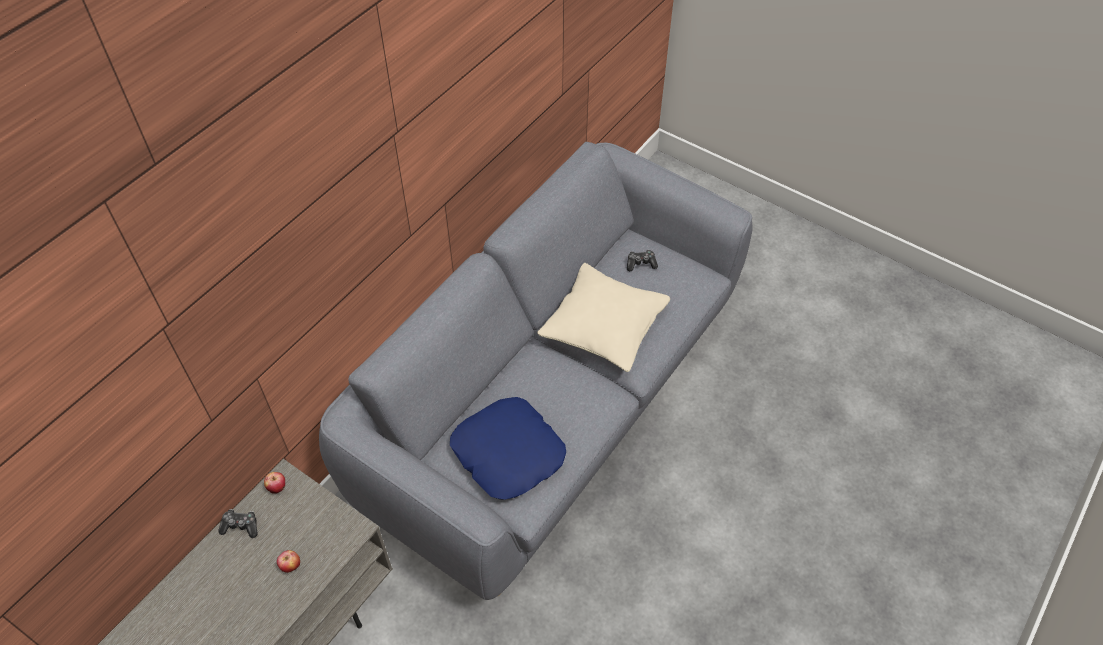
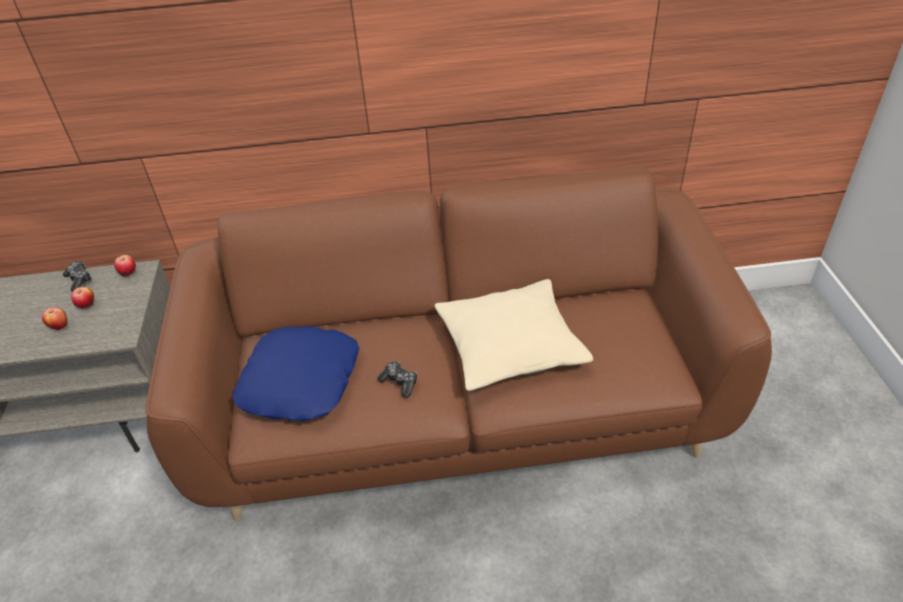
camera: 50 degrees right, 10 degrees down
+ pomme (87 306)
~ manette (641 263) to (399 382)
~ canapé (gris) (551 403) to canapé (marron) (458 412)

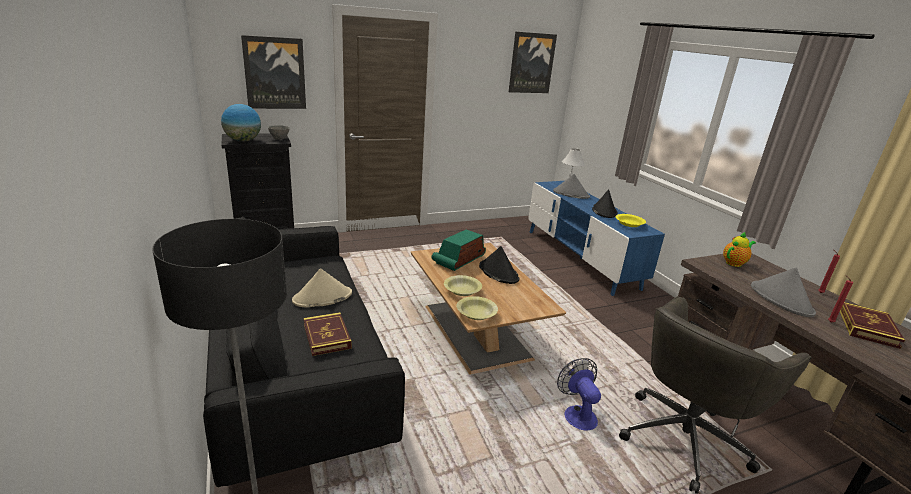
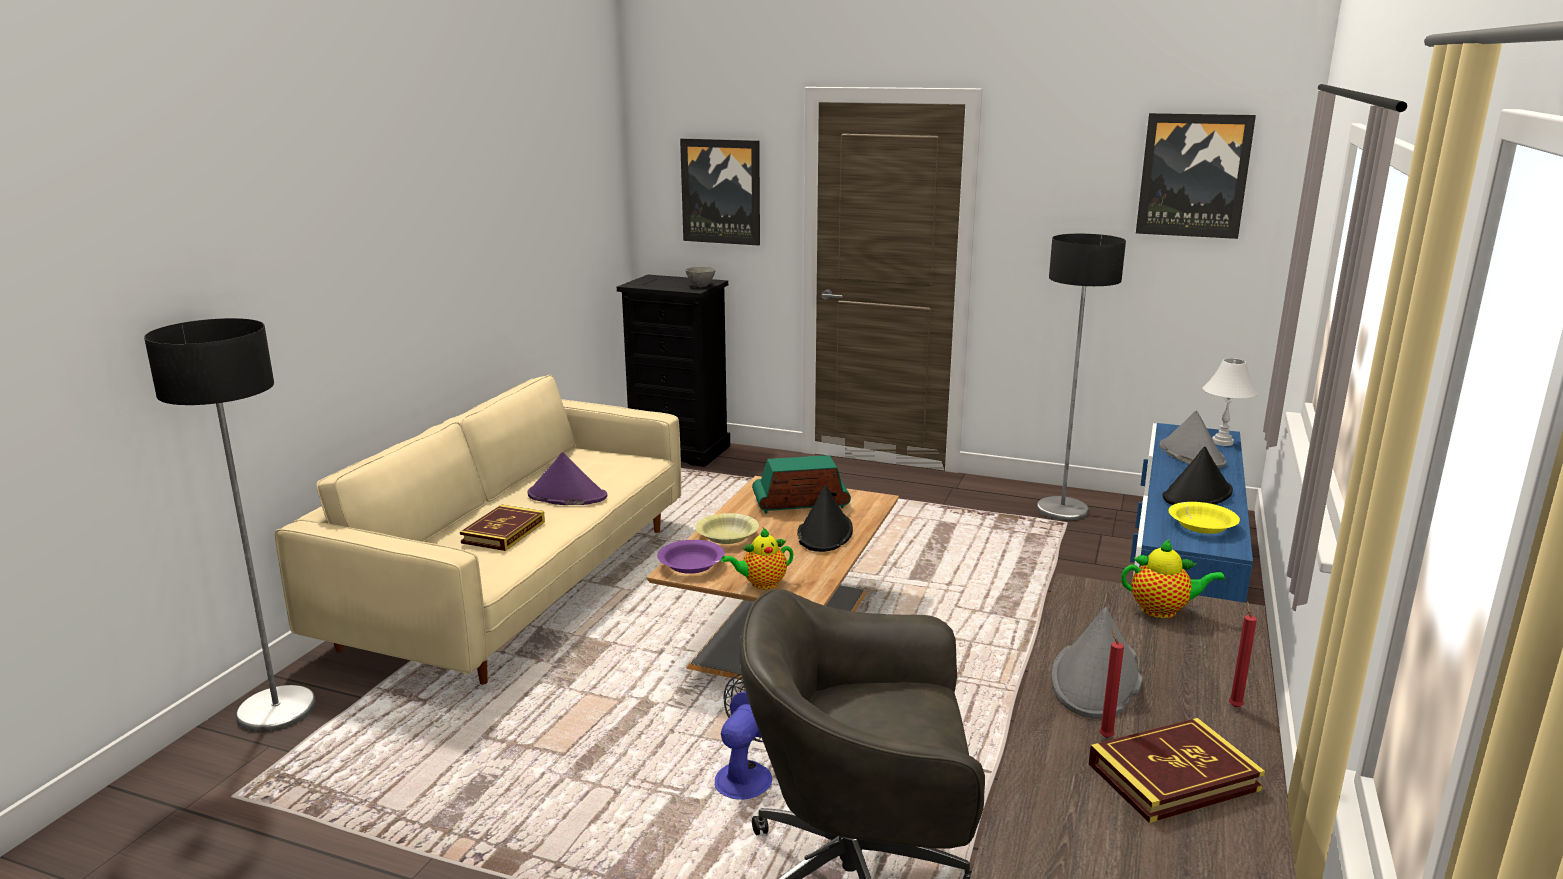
camera: 45 degrees right, 5 degrees down
- globe (243 141)
+ théière (761 584)
+ lampadaire (1062 510)
~ canapé (noir) (297 369) to canapé (beige) (517 585)
~ chapeau (beige) (322 297) to chapeau (violet) (566 496)
~ bol (jaune) (476 314) to bol (violet) (691 565)

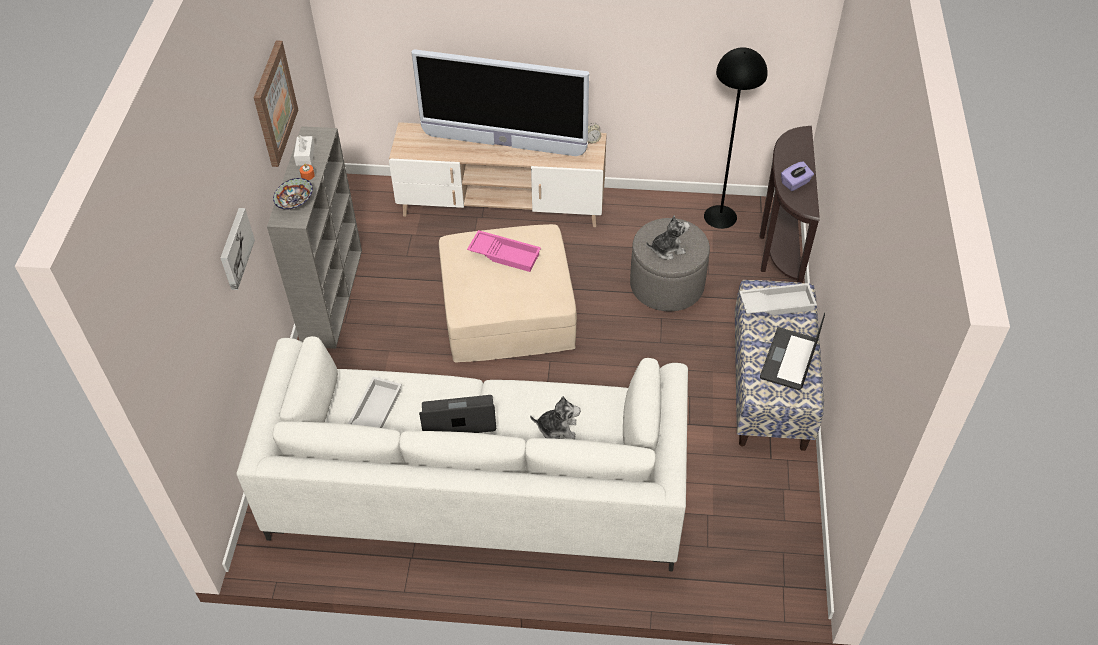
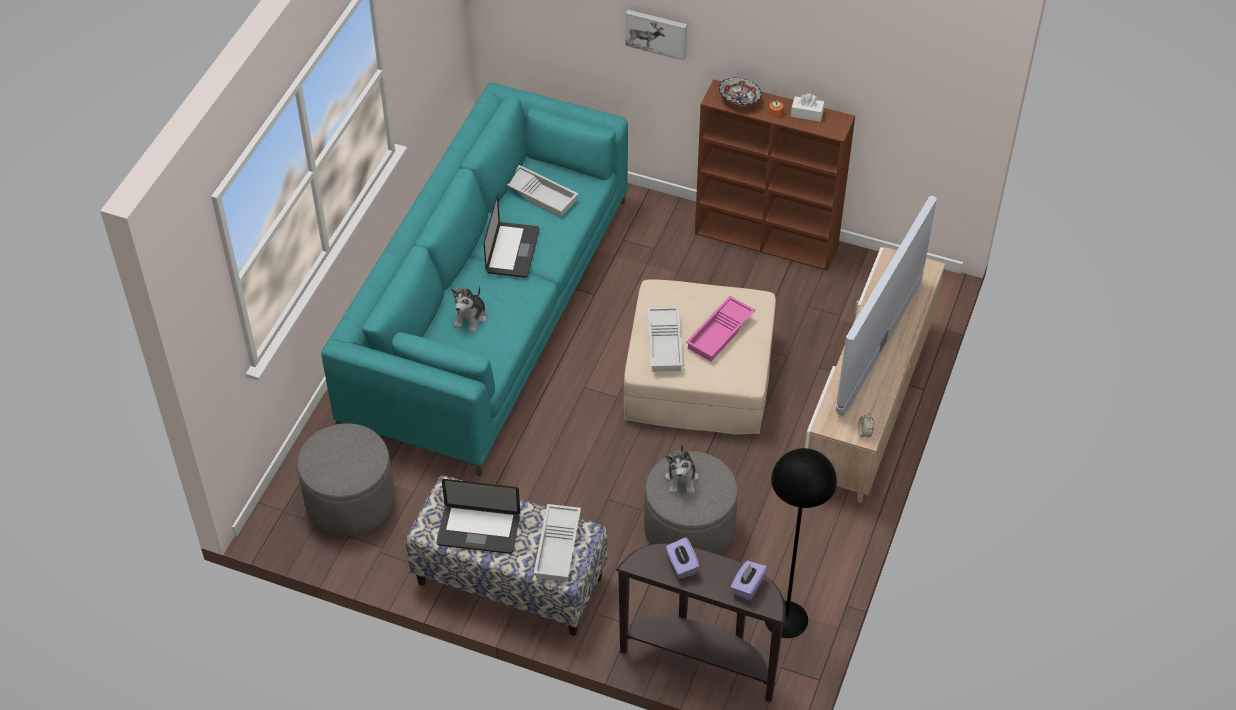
camera: 105 degrees right, 0 degrees up
- tableau (273 103)
+ pouf (gris) (350 501)
+ plateau (blanc) (665 343)
+ boîte à mouchoirs (violet) (747 586)
~ canapé (blanc) (477 486) to canapé (turquoise) (489 311)
~ bibliothèque (gris) (332 295) to bibliothèque (marron) (767 240)
~ ordinateur portable (789 359) = (478 530) 150 degrees clockwise

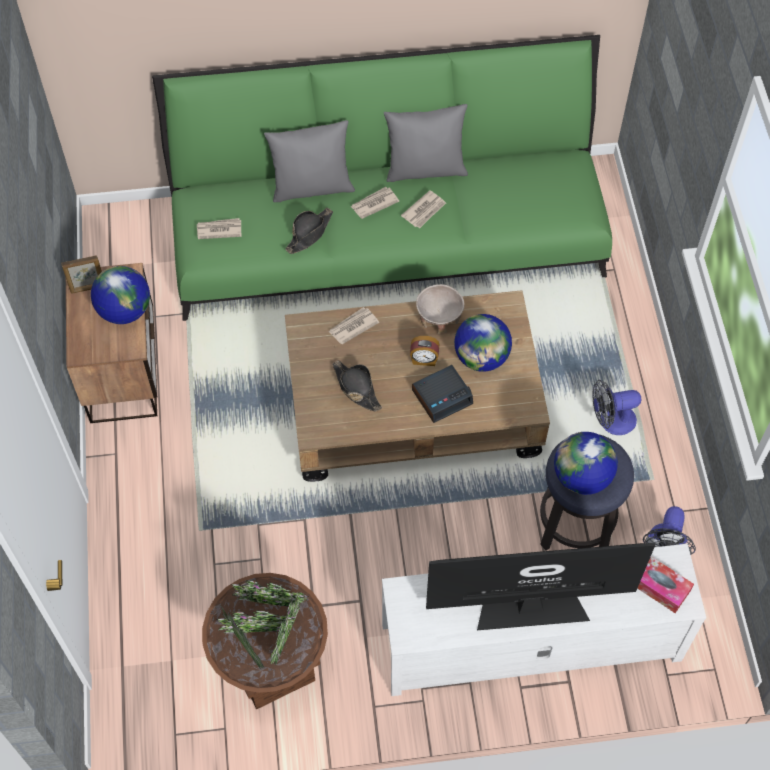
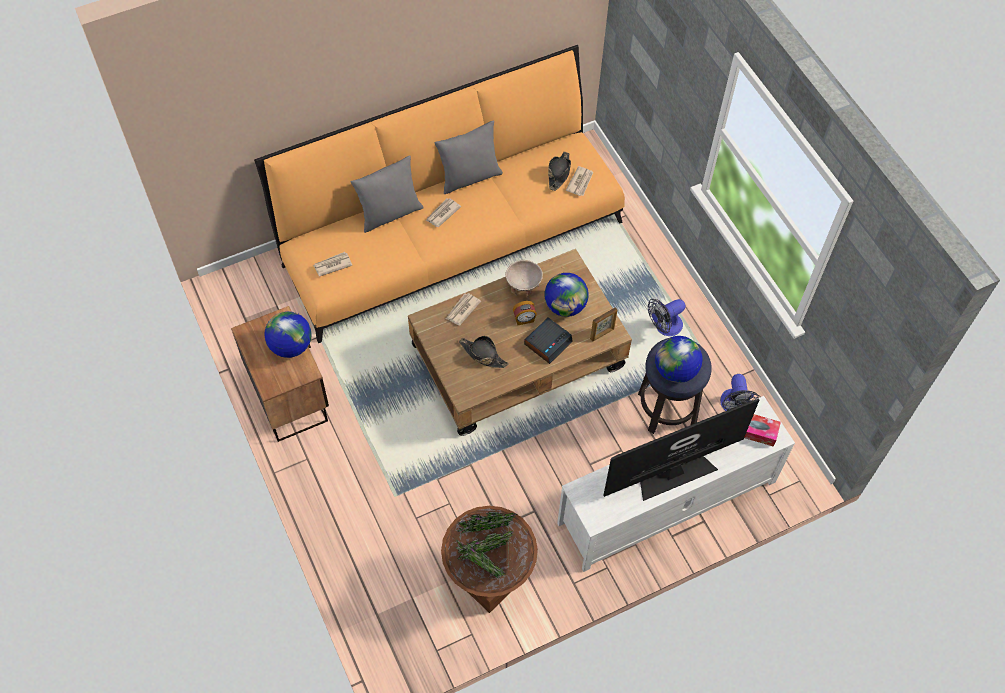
camera: 20 degrees left, 0 degrees up
~ cadre photo (88 288) to (602 334)
~ chapeau (noir) (309 233) to (559 173)
~ journal (424 211) to (580 182)
~ canapé (vert) (388 238) to canapé (orange) (450 237)

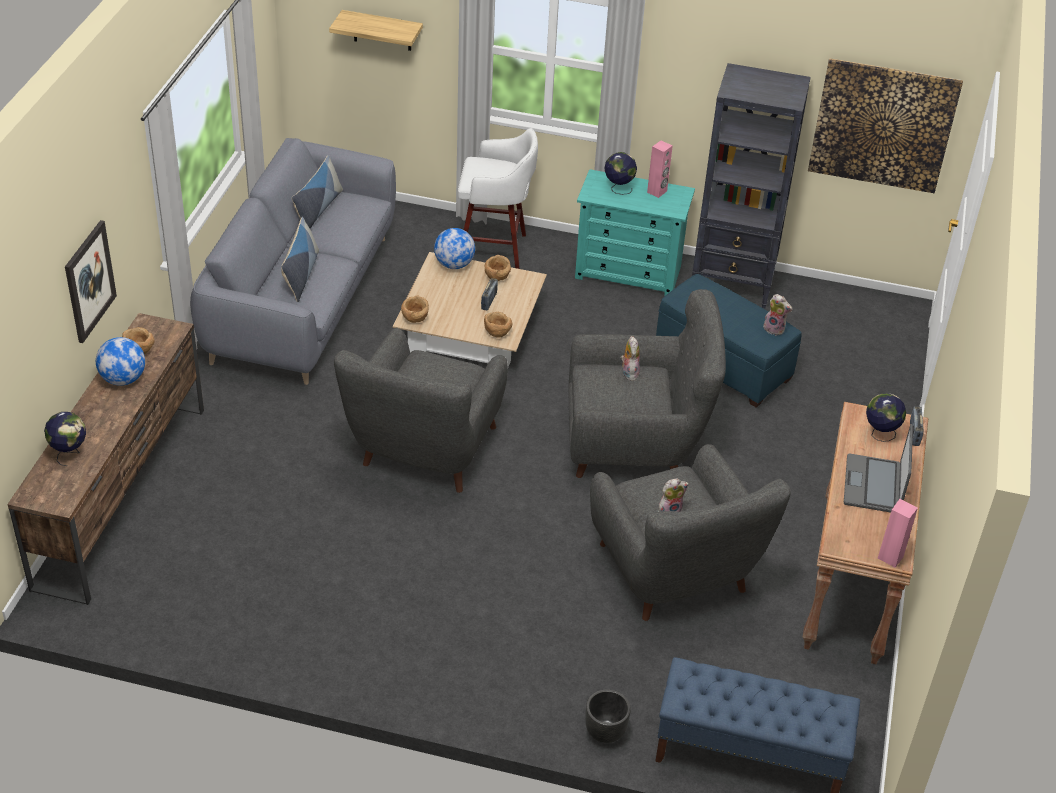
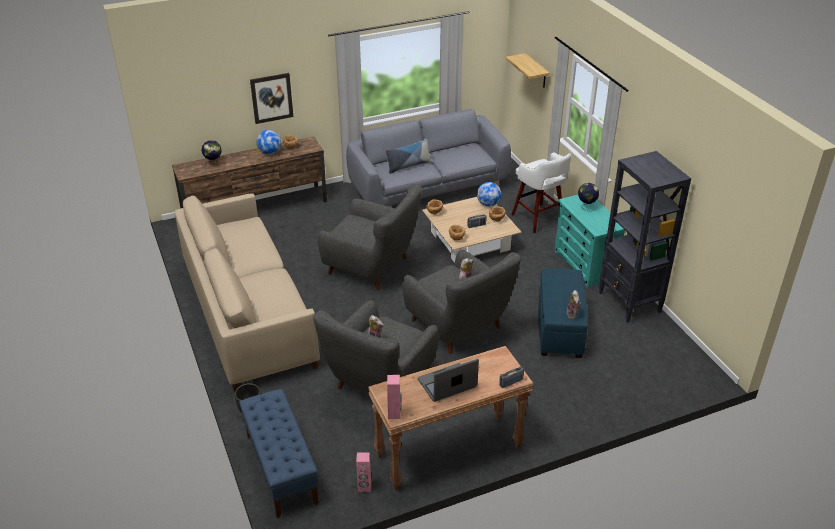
camera: 55 degrees right, 5 degrees down
- coussin (318 210)
- tableau (883 125)
- globe (880 434)
+ canapé (beige) (247 312)
~ enceinte (rose) (657 192) to (364 487)
~ fauteuil (gris) (424 452) = (372 268) 135 degrees counterclockwise

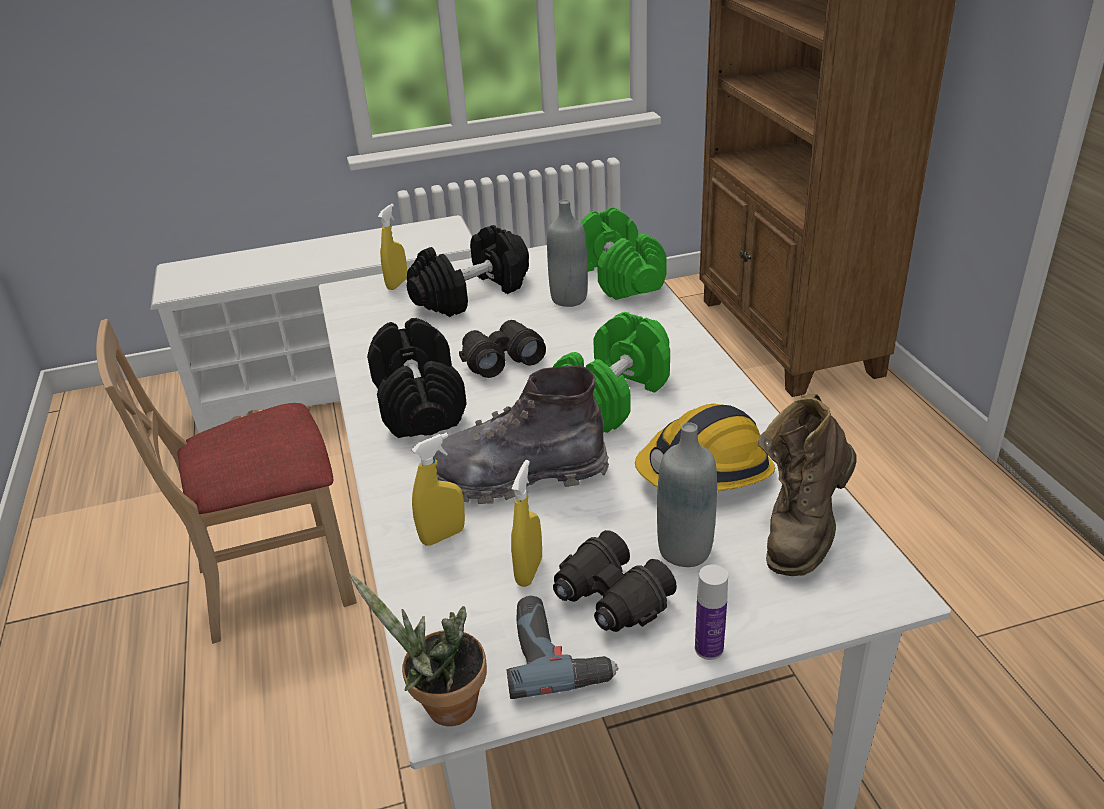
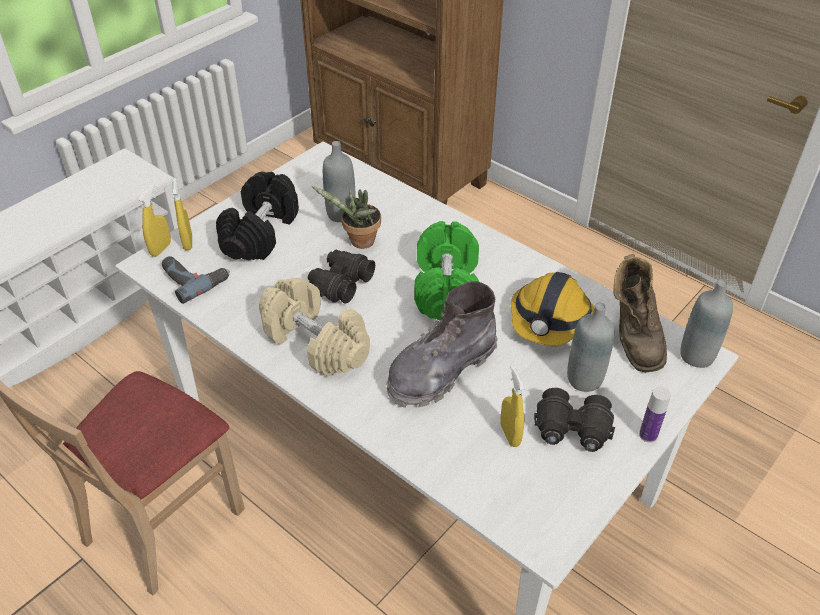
camera: 35 degrees left, 10 degrees up
- haltère (vert) (618 277)
+ bouteille (gris) (696 356)
~ plante en pot (443 707) to (359 242)
~ vaporisateur (jaune) (443 536) to (160 249)
~ perceuse (557 653) to (194 278)
~ haltère (noir) (420 404) to haltère (beige) (316 342)

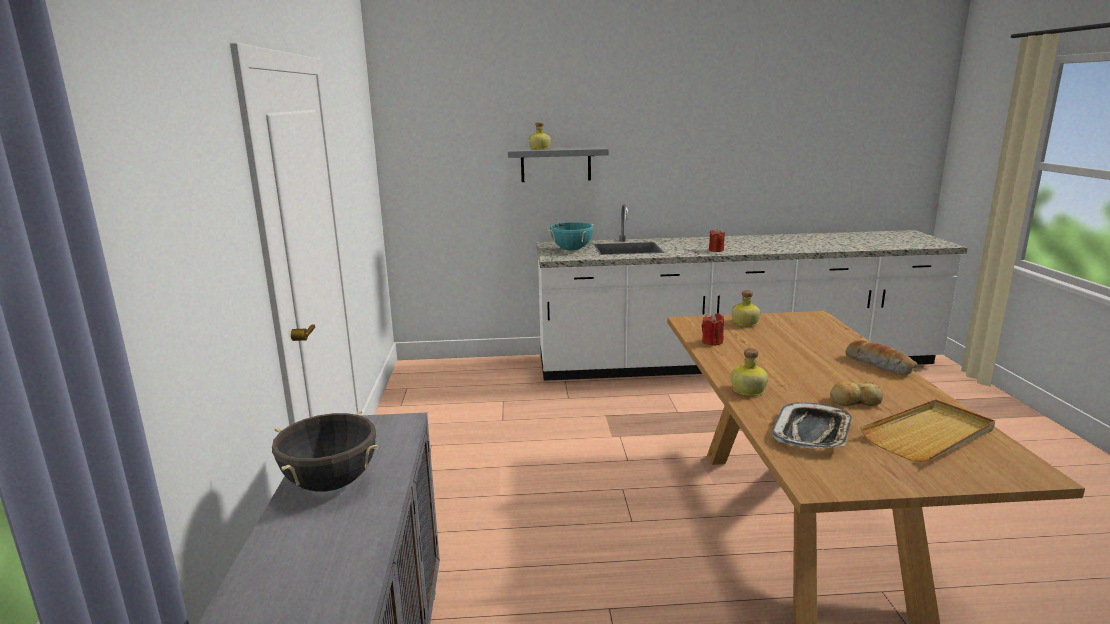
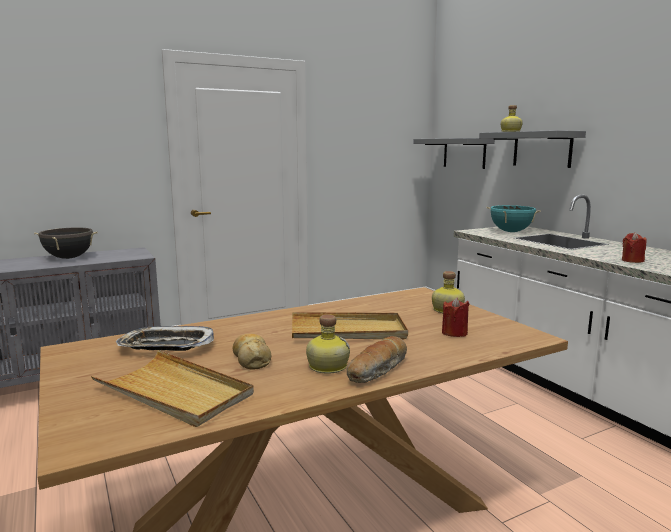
camera: 65 degrees right, 5 degrees down
+ plateau (beige) (348 331)
+ étagère (gris) (464 153)
~ bougie (rouge) (712 342) to (454 333)
~ bouteille (747 390) to (326 366)

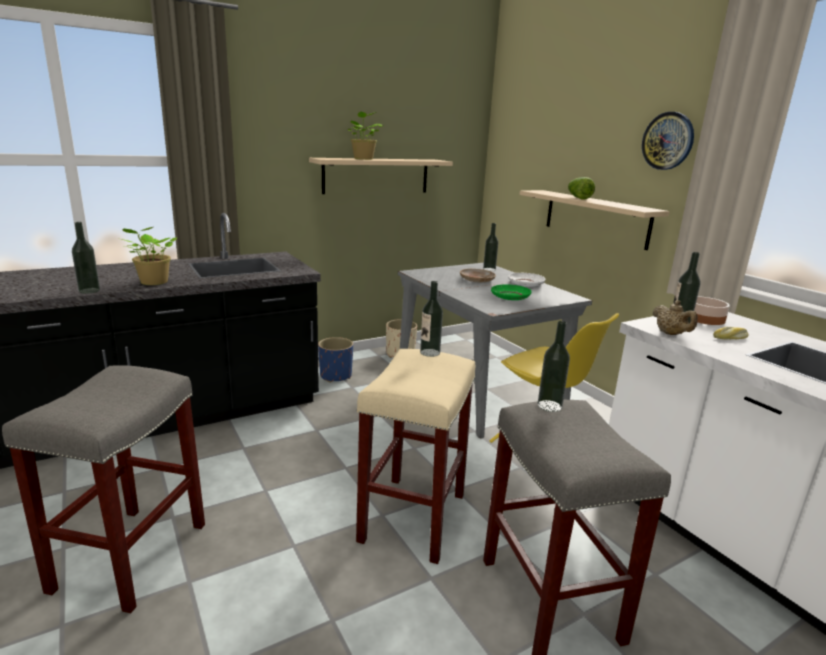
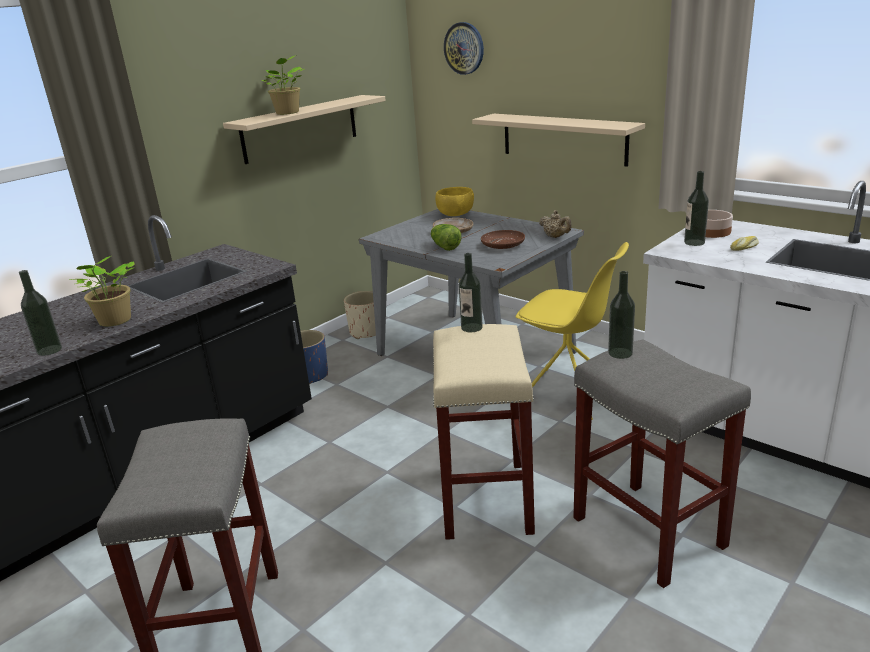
camera: 15 degrees left, 5 degrees up
- assiette (blanc) (526 284)
~ laitue (578 198) to (444 246)
~ horloge murale (668 141) to (464 48)
~ théière (beige) (671 334) to (555 237)
~ bouteille (489 269) to bol (jaune) (455 214)
~ assiette (vert) (510 297) to assiette (marron) (503 245)

